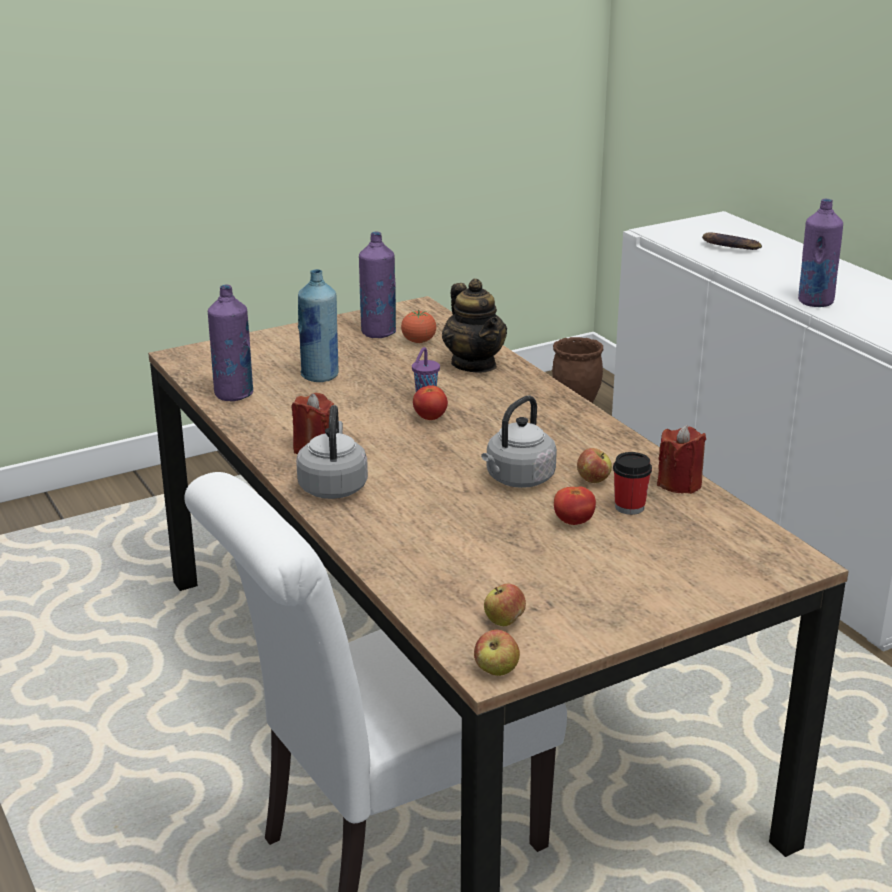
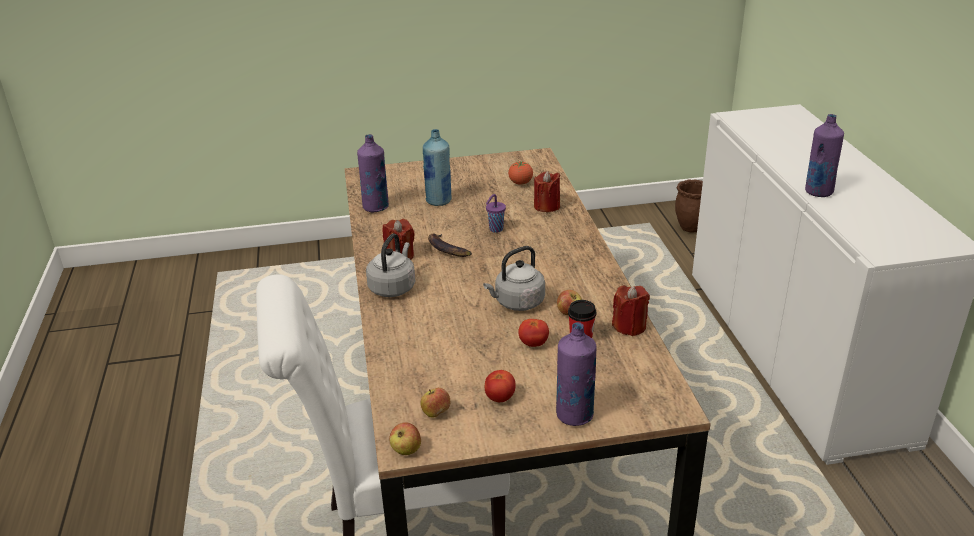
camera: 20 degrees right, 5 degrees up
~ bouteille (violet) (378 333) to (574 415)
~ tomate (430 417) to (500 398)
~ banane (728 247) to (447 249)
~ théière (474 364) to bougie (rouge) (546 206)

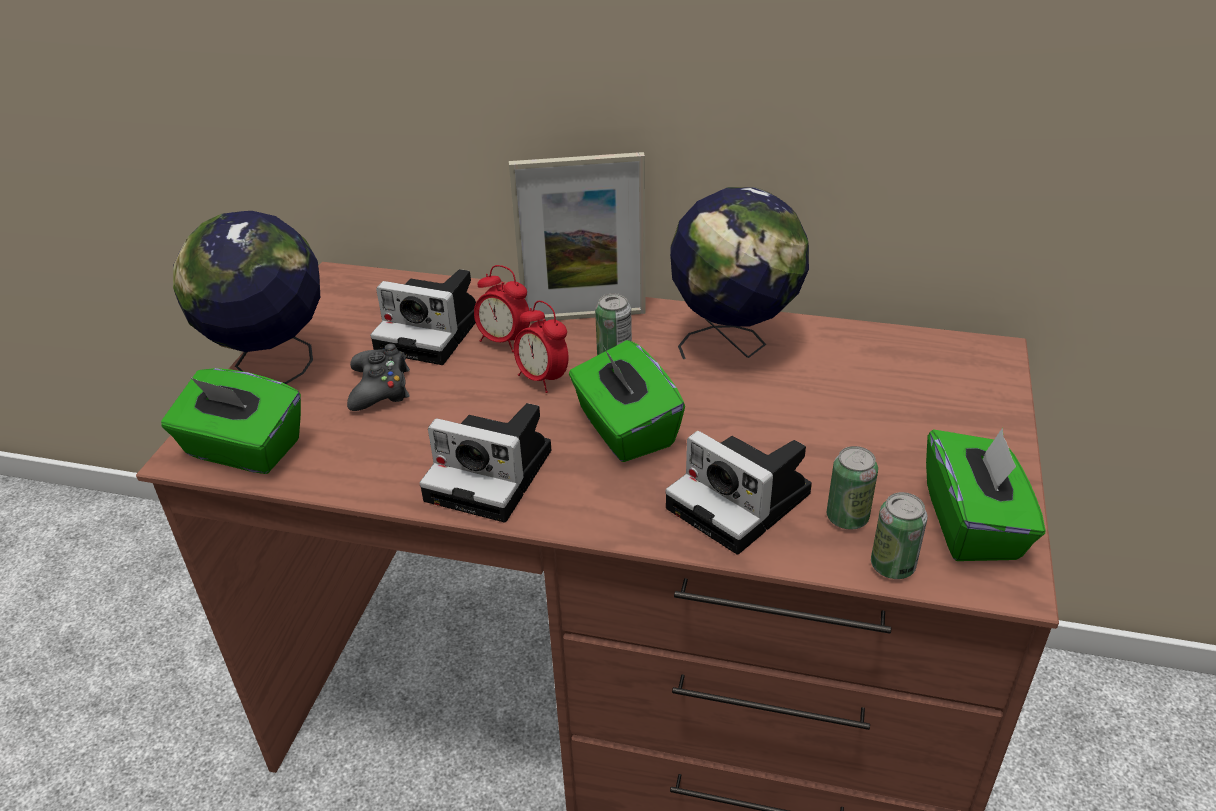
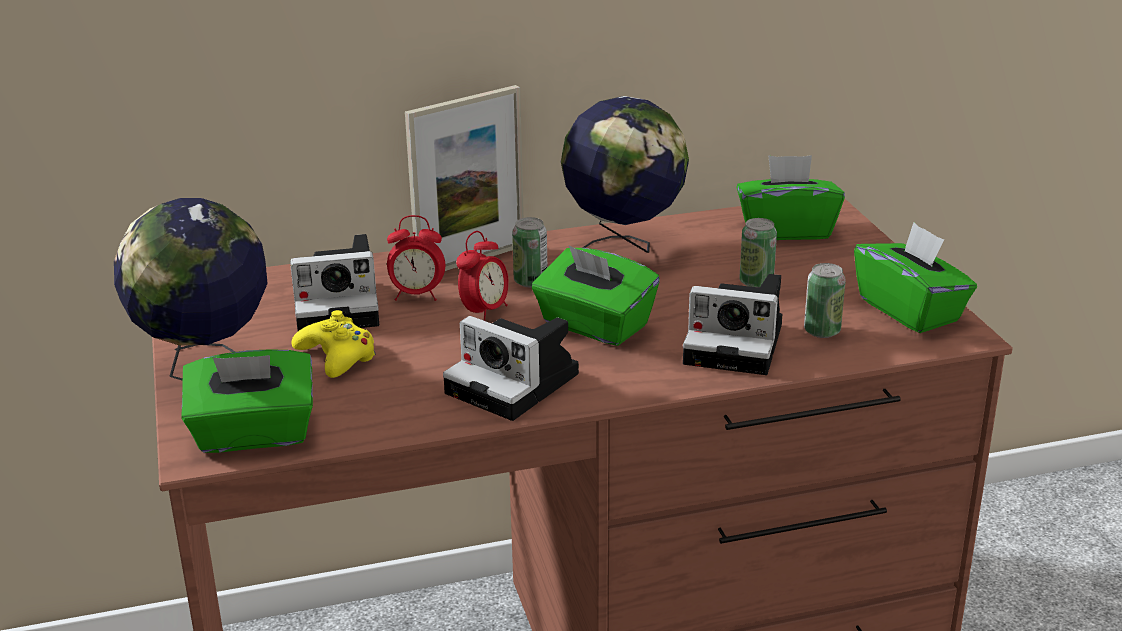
camera: 30 degrees left, 10 degrees down
+ boîte à mouchoirs (vert) (786 230)
~ boîte métallique (892 566) to (756 282)
~ manette (noir) (380 388) to manette (jaune) (337 357)
~ appareil photo (494 475) = (517 384) 45 degrees clockwise
~ réveil (542 379) = (484 312) 75 degrees counterclockwise

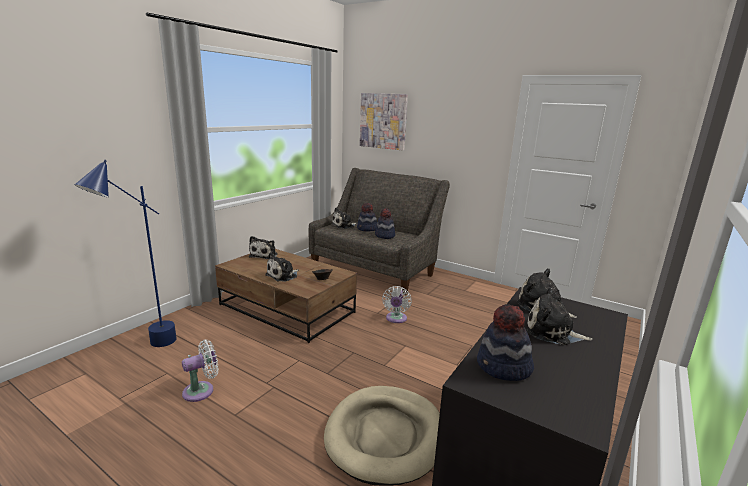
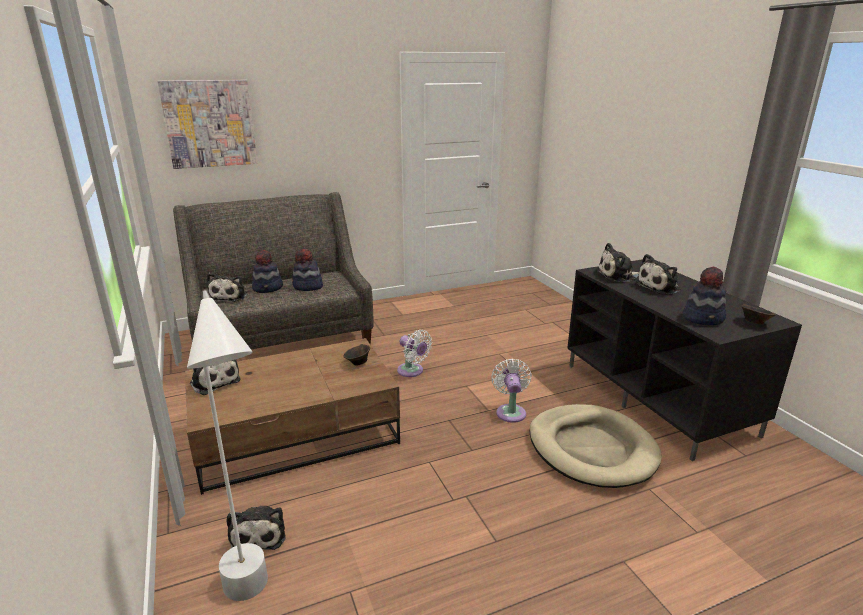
camera: 55 degrees left, 5 degrees up
+ bol (marron) (754 323)
~ ventilateur (blanc) (201 390) to (510 411)
~ peluche (283 276) to (259 534)
~ lampadaire (bleu) (146 350) to lampadaire (blanc) (256 609)

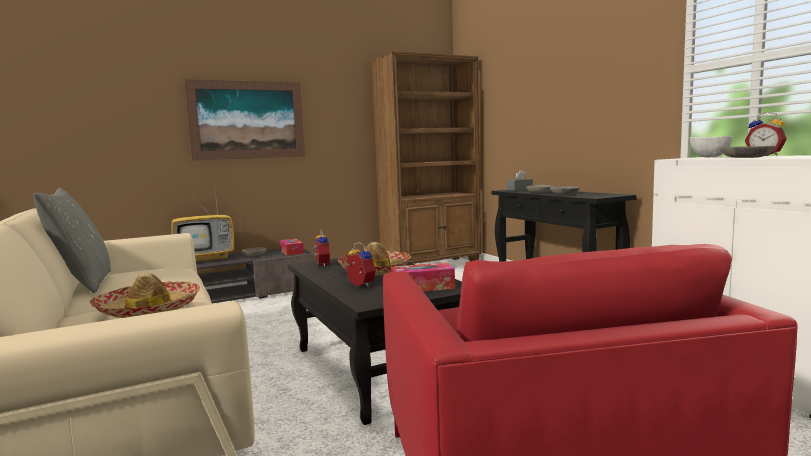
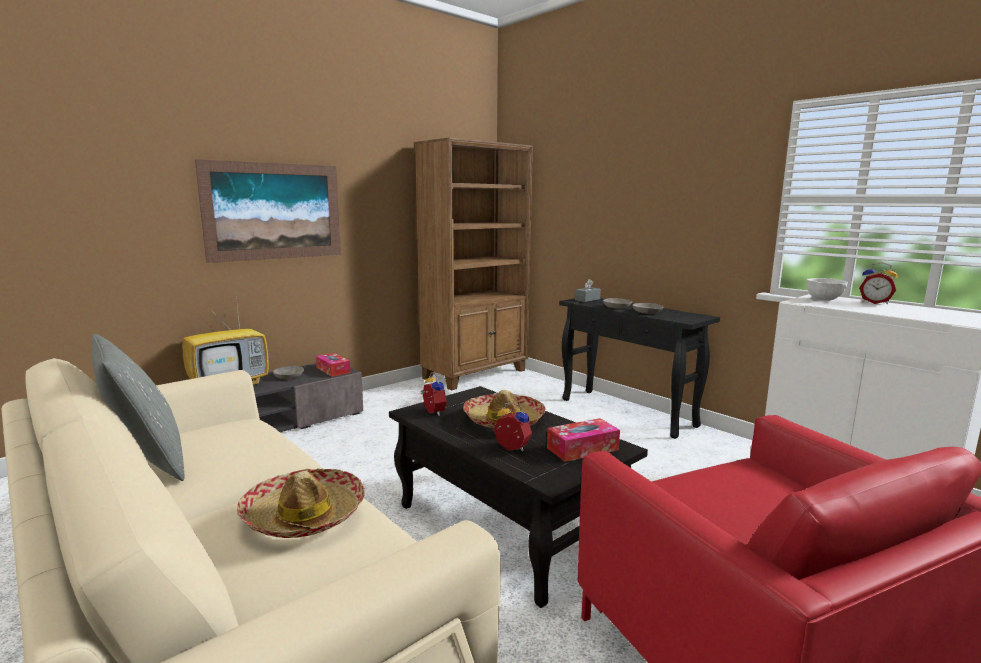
camera: 15 degrees left, 5 degrees up
- bol (gris) (746 157)

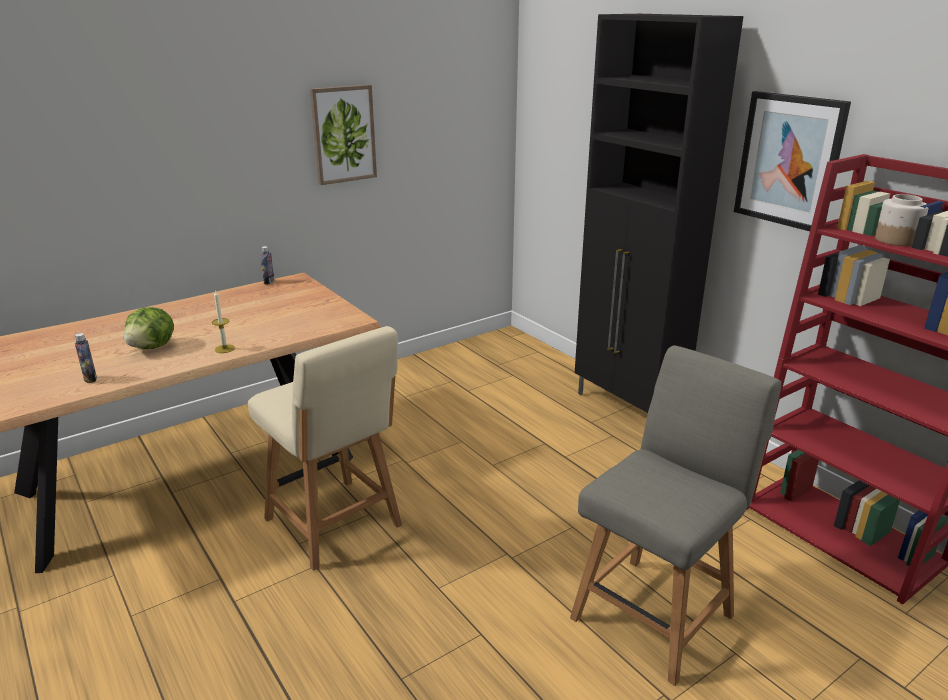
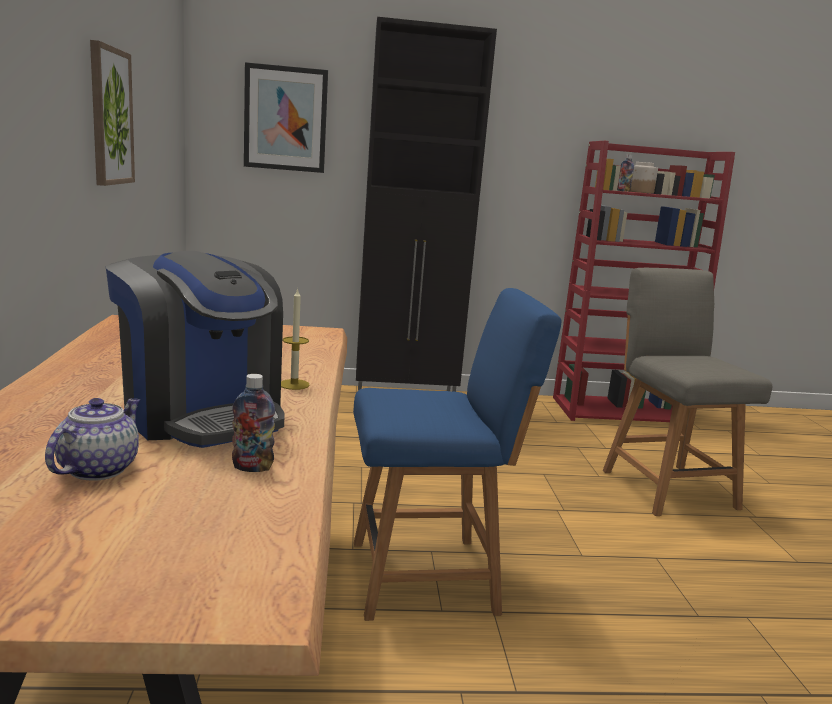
camera: 60 degrees left, 10 degrees down
+ théière (99 468)
~ bouteille (269 282) to (623 191)
~ tableau (789 161) to (285 119)
~ laitue (153 347) to machine à café (202 413)
~ chaise (beige) (335 524) to chaise (bleu) (429 576)

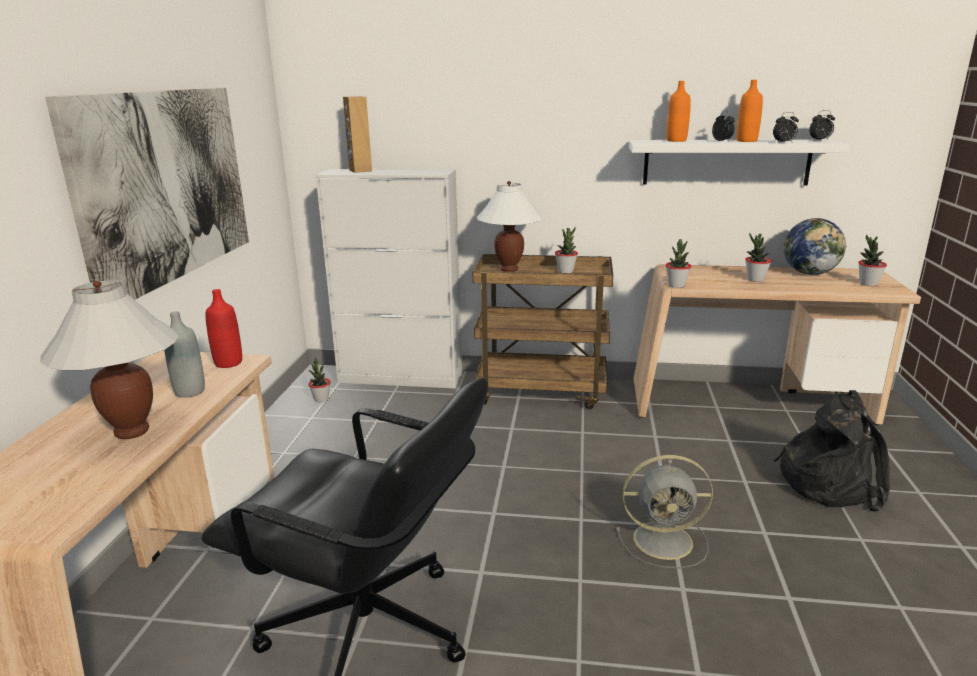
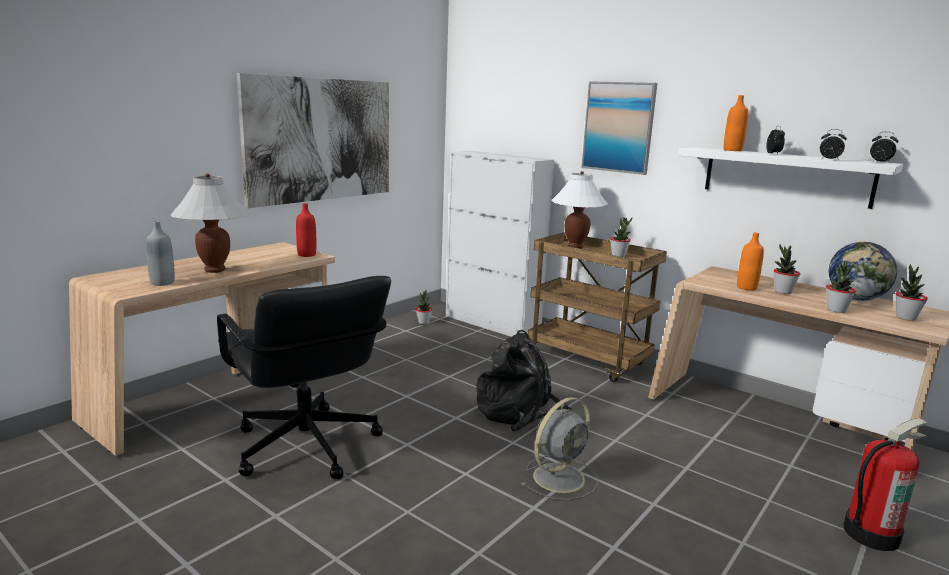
camera: 30 degrees right, 5 degrees down
- enceinte (marron) (360 171)
+ tableau (618 127)
+ extincteur (870 533)
~ bouteille (gris) (190 391) to (162 283)
~ plante en pot (676 285) to (836 310)
~ bouteille (orange) (746 141) to (746 288)
~ sac à dos (noir) (829 482) to (519 410)
~ ventilateur (gris) (665 540) = (560 477) 75 degrees counterclockwise

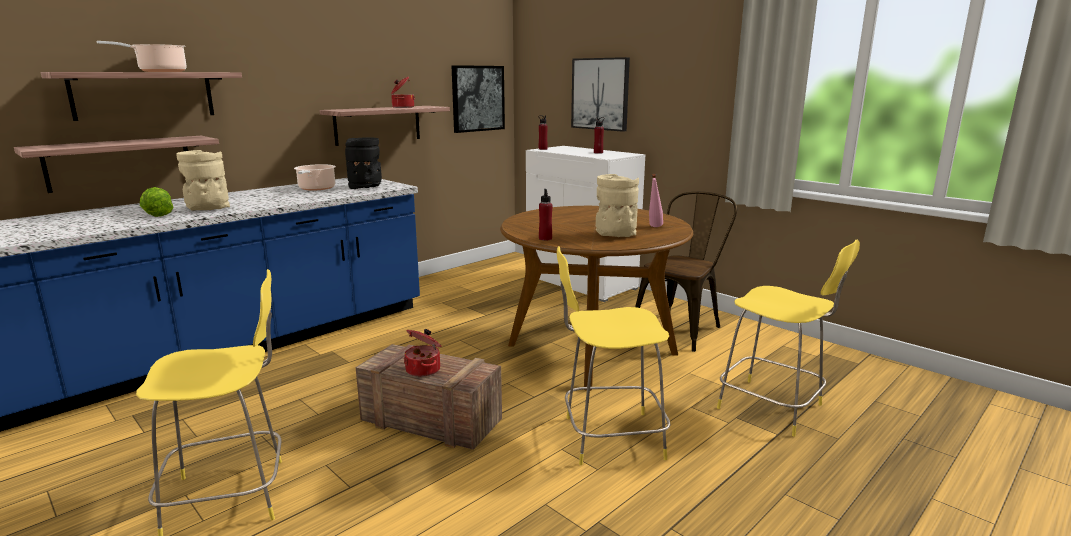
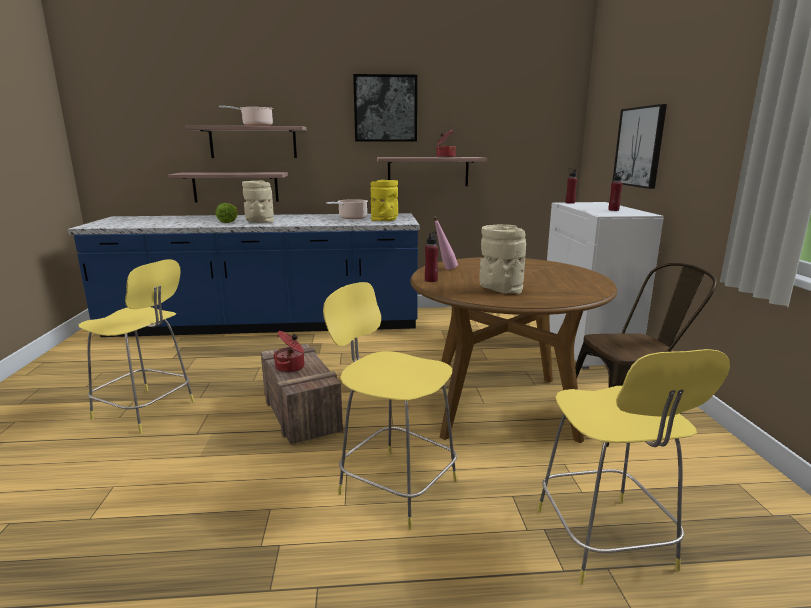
camera: 40 degrees right, 0 degrees up
~ tableau (477 98) to (385 108)
~ bouteille (rose) (654 227) to (444 269)
~ vase (noir) (366 186) to vase (jaune) (384 220)

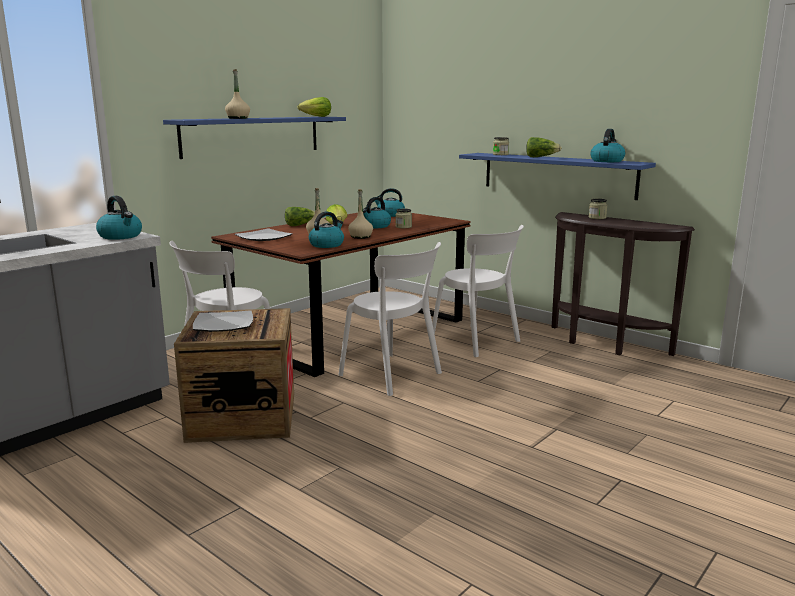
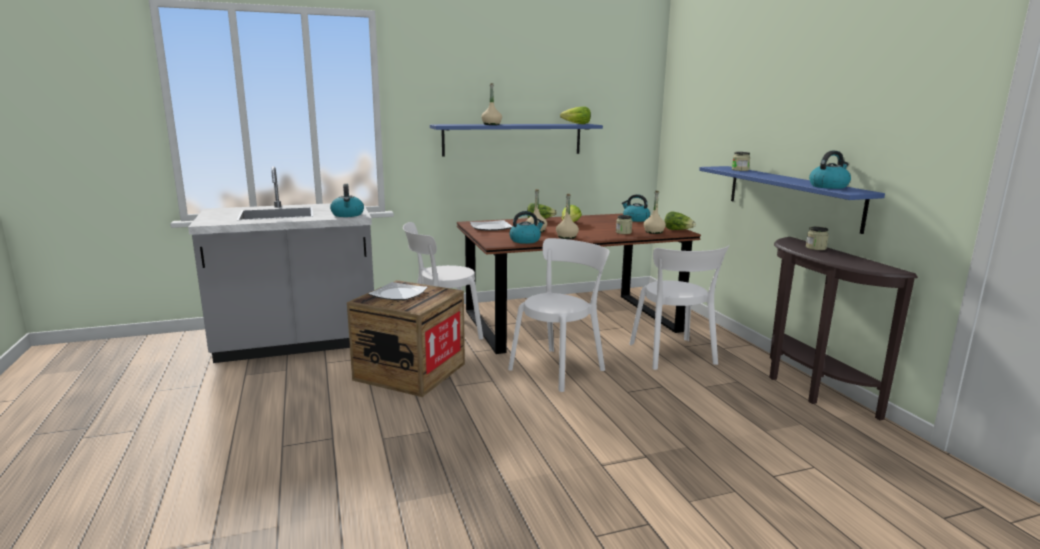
camera: 30 degrees right, 0 degrees up
- bouilloire (375 226)
+ bouteille (beige) (654 232)
~ laitue (541 157) to (678 230)
~ chaise (blanc) (393 375) = (559 368) 120 degrees counterclockwise

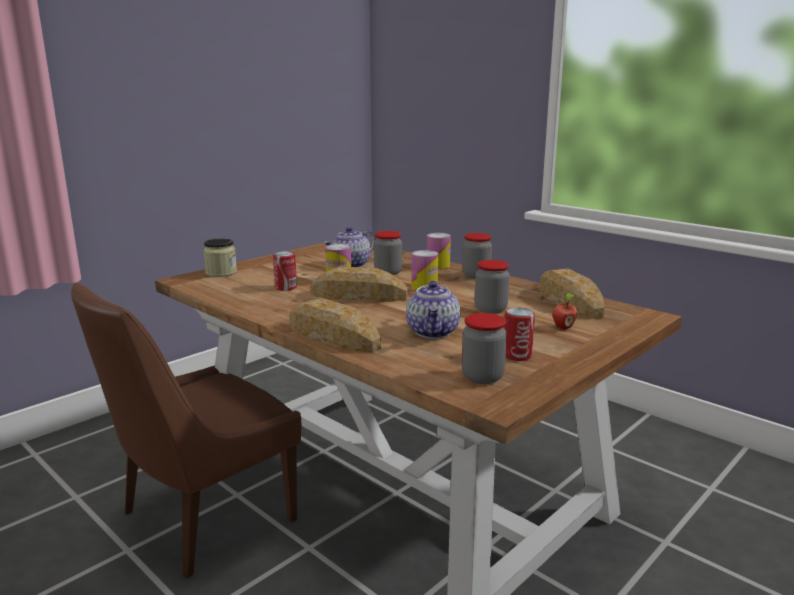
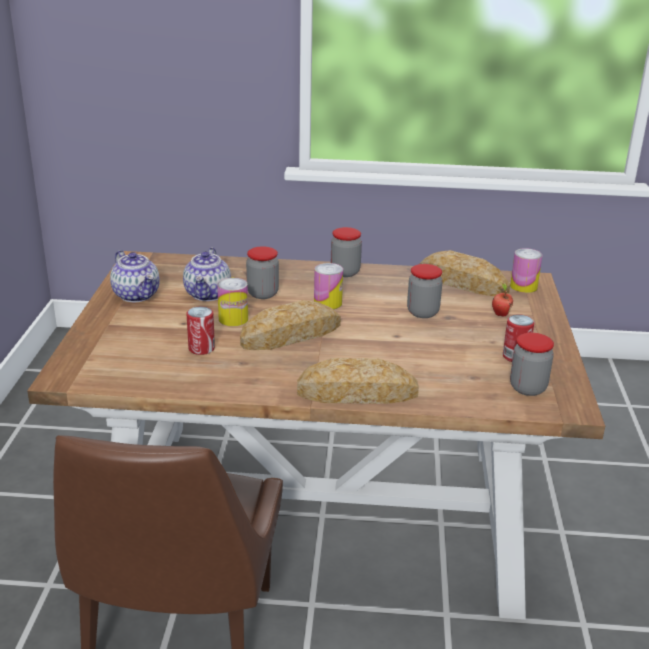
camera: 40 degrees left, 10 degrees up
- bocal (221 273)
~ théière (433 332) to (137 295)
~ boîte métallique (438 266) to (523 286)

